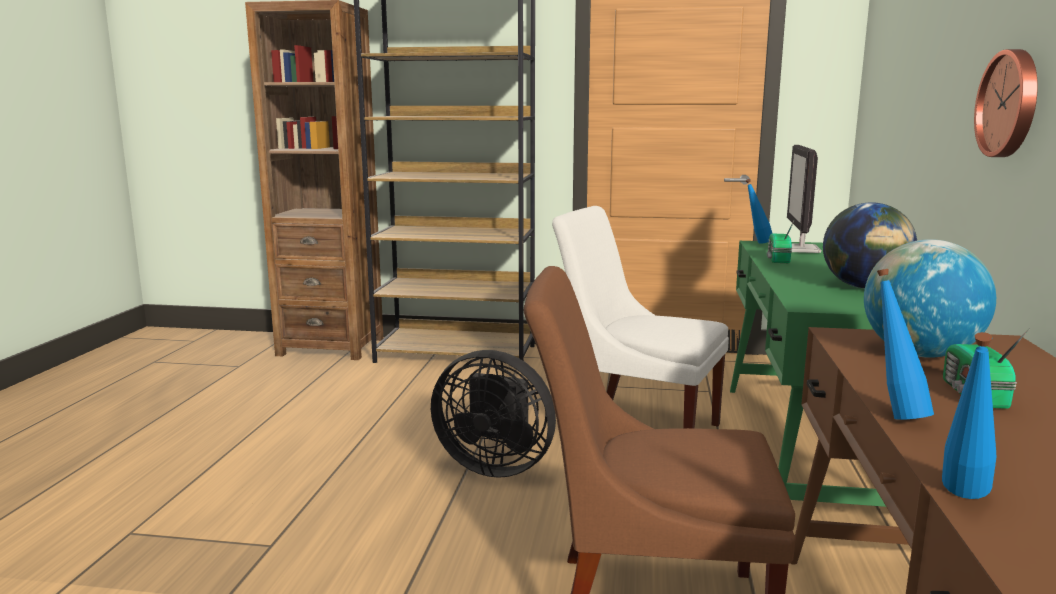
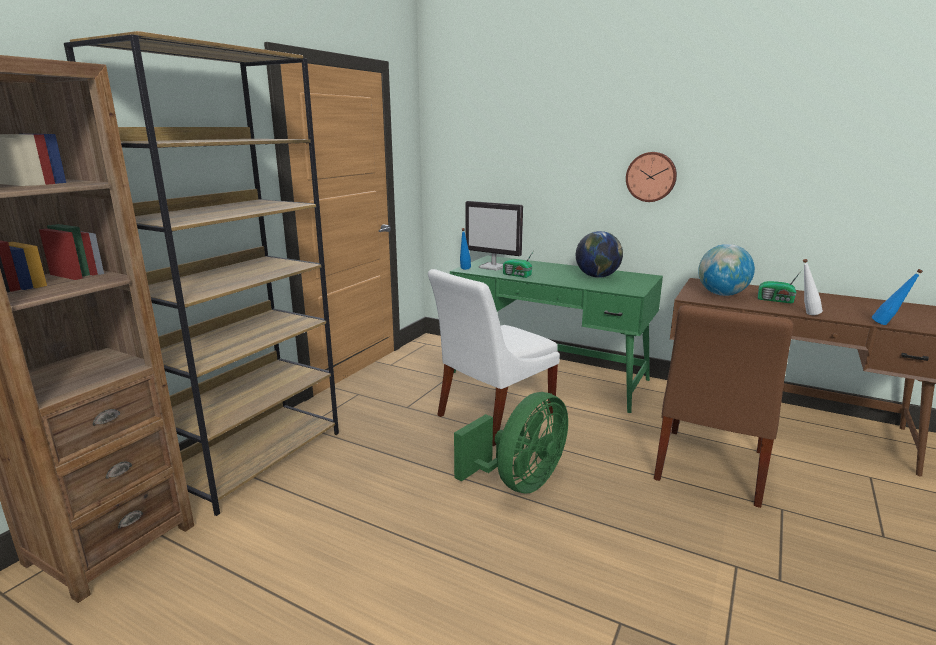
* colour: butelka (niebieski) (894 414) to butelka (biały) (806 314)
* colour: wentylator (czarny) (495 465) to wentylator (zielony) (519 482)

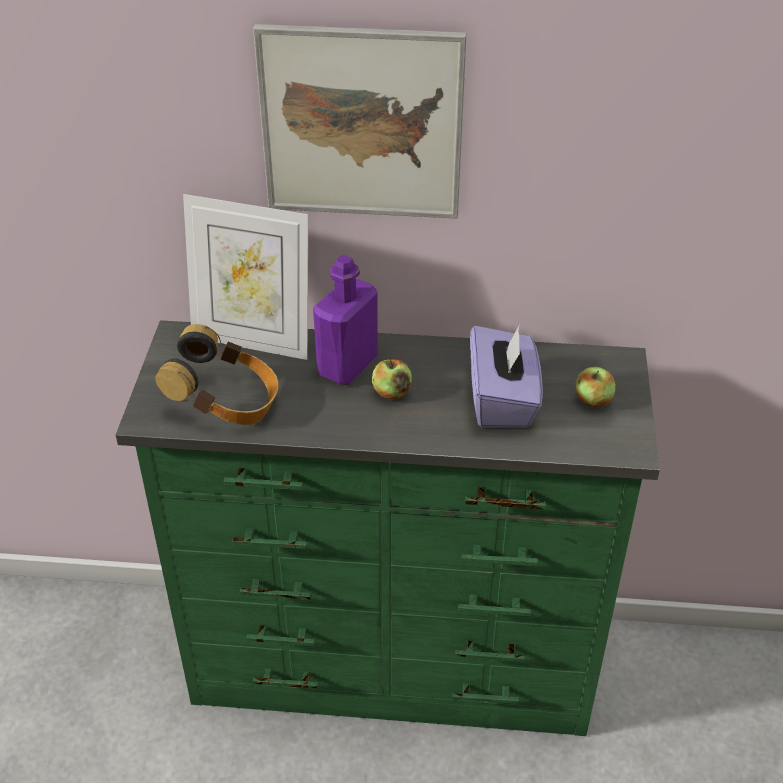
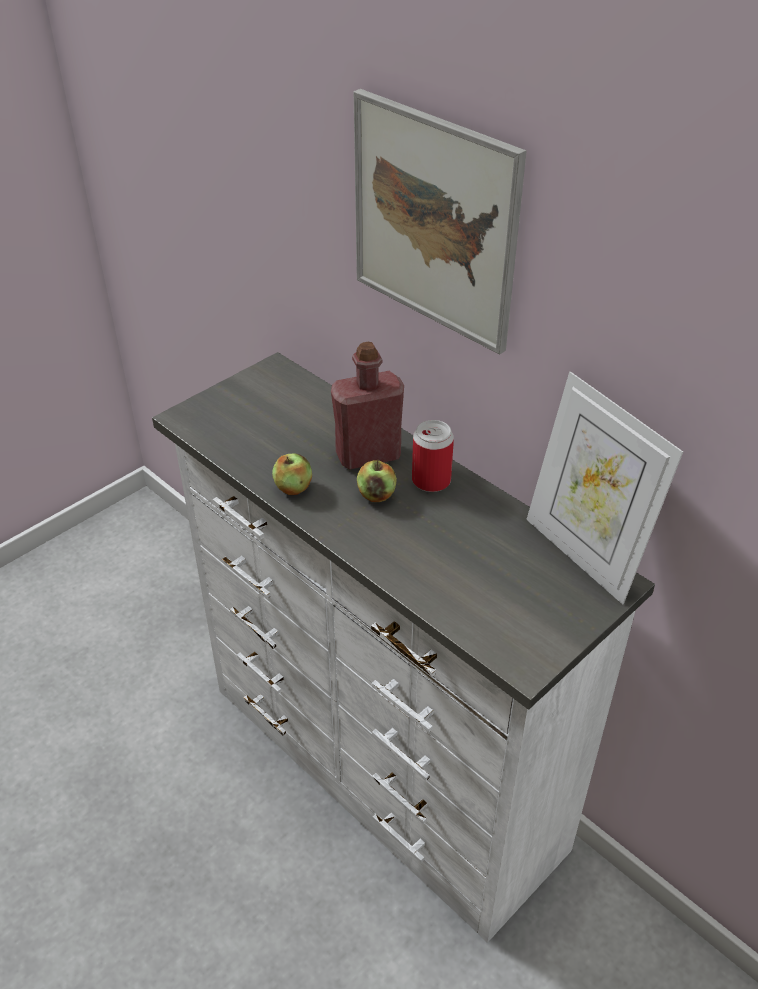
* relocated: ramka na zdjęcie (253 340) to (583 554)
* colour: butelka (fioletowy) (347 365) to butelka (czerwony) (368 455)
* colour: komoda (zielony) (394 671) to komoda (biały) (381 771)
* missing: słuchawki (226 404)
* missing: pudełko chusteczek (fioletowy) (502 400)
* relocated: jabłko (593 400) to (293 487)
* appeared: puszka (431 480)

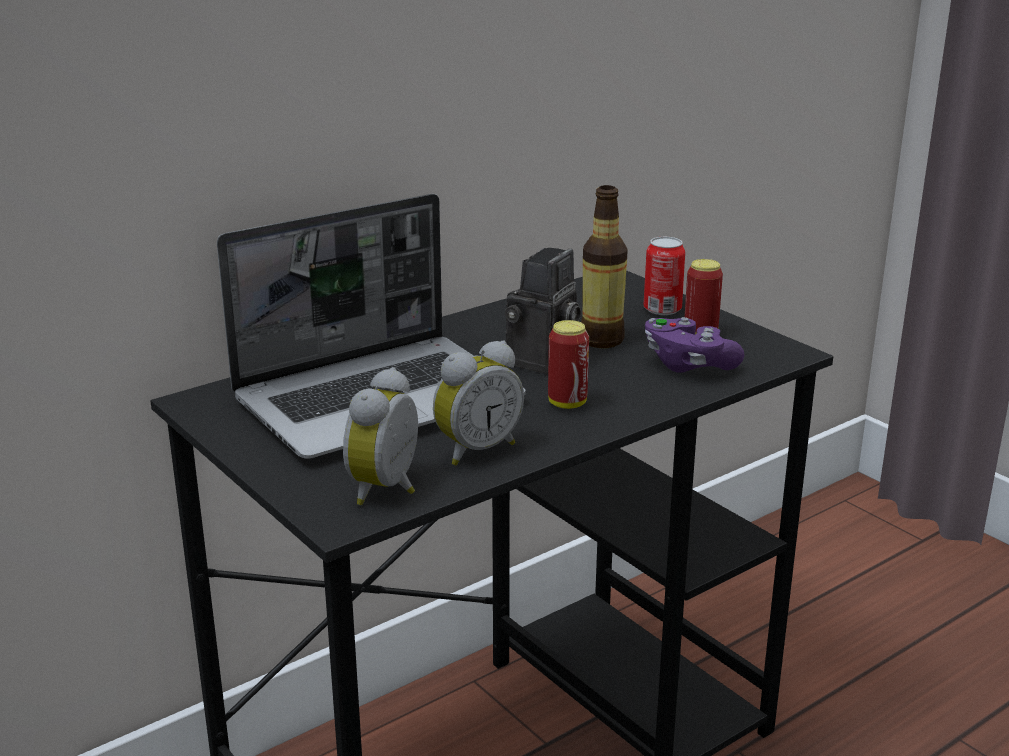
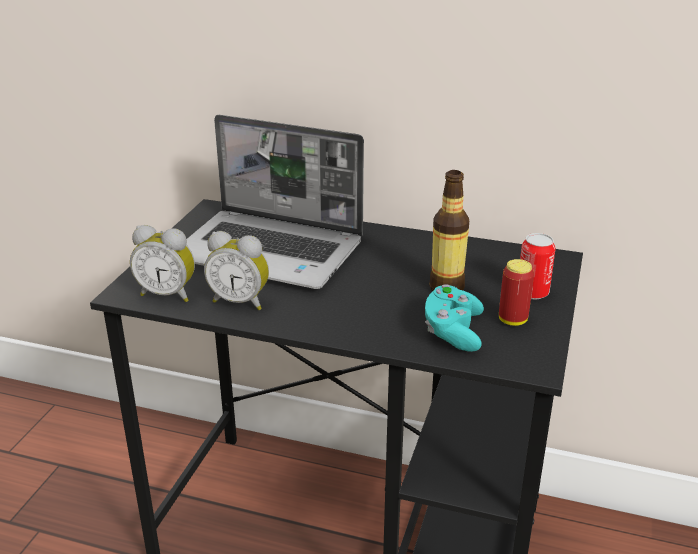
* missing: aparat fotograficzny (543 362)
* colour: pad do gier (fioletowy) (688 365) to pad do gier (turkusowy) (453 332)
* missing: puszka (567 403)
* spun: budzik (389 489) = (168 294) 150 degrees counterclockwise

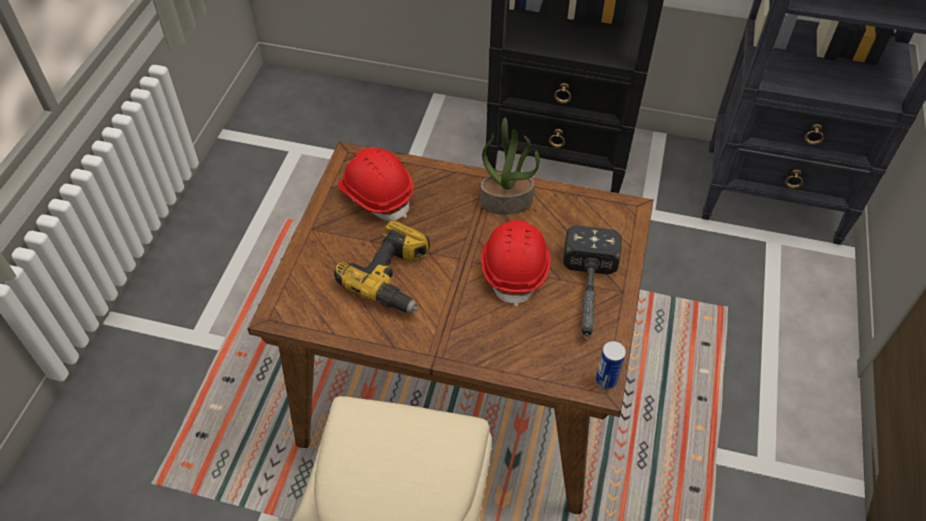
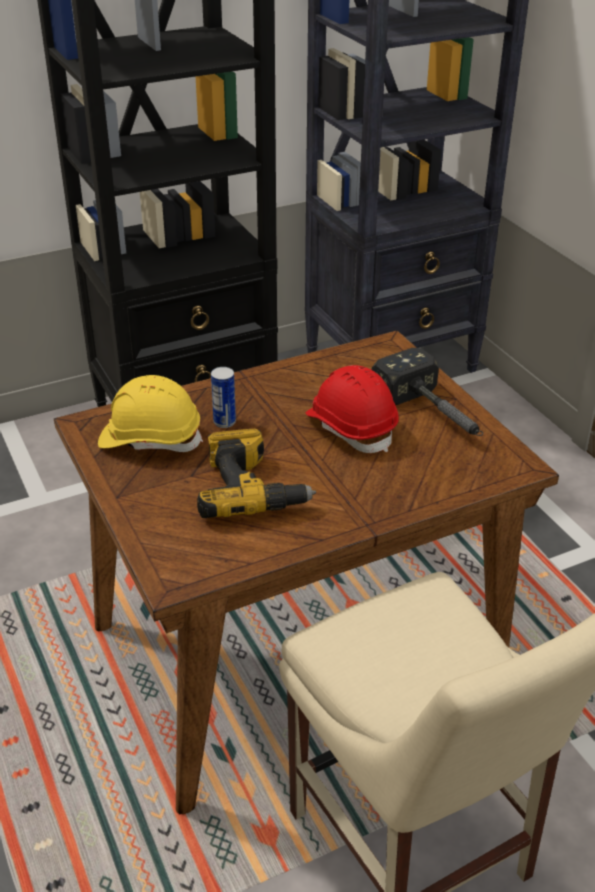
* missing: roślina doniczkowa (506 201)
* colour: kask (czerwony) (376 195) to kask (żółty) (150 439)
* relocated: puszka (605 381) to (224 422)

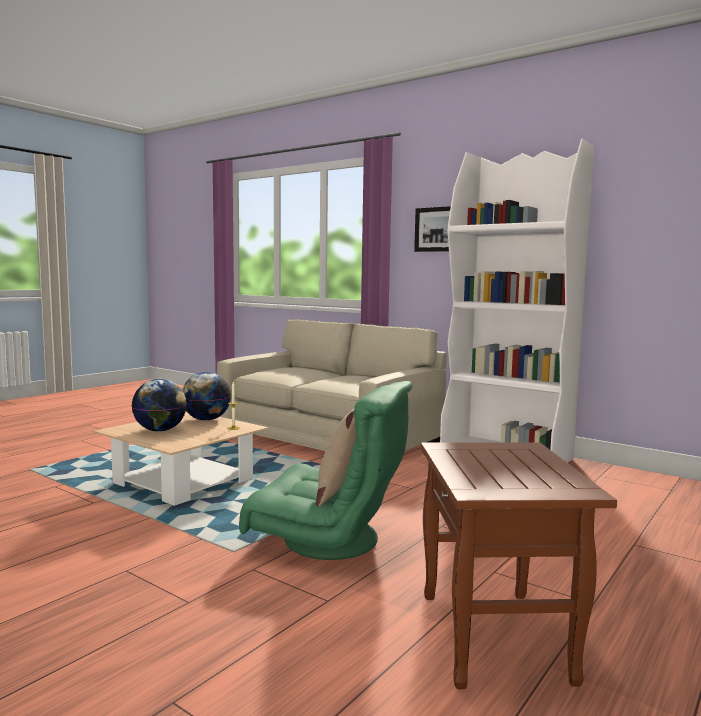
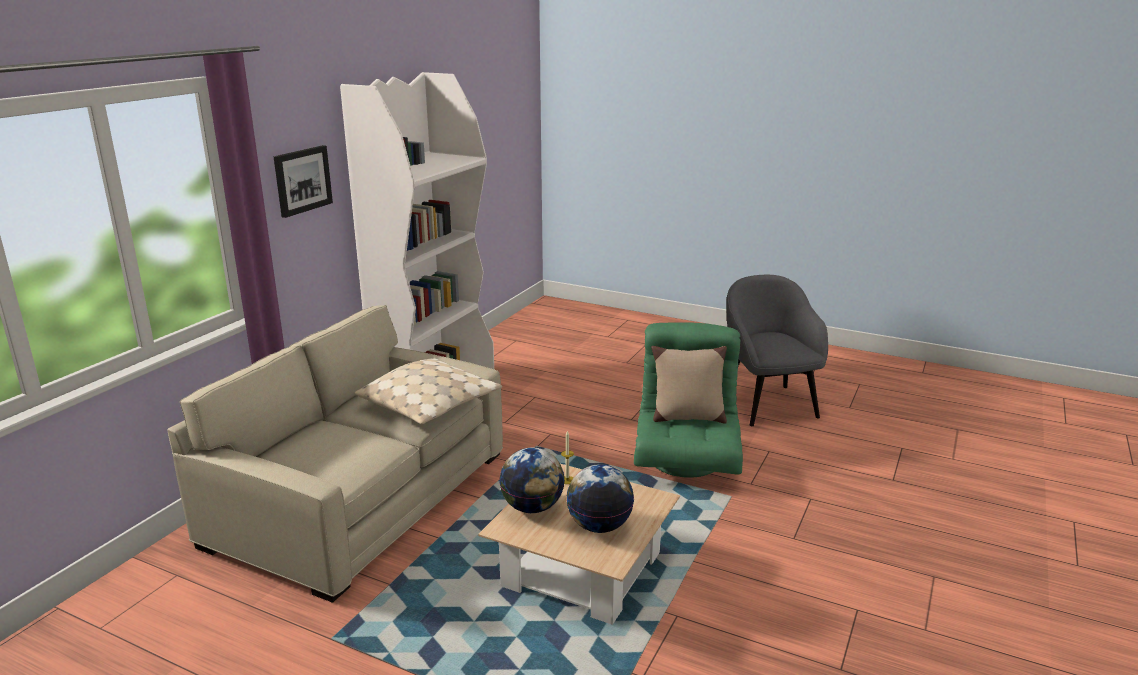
* exchanged: stolik (brązowy) (497 639) to fotel (szary) (768 404)
* appeared: poduszka (beżowy) (431 405)

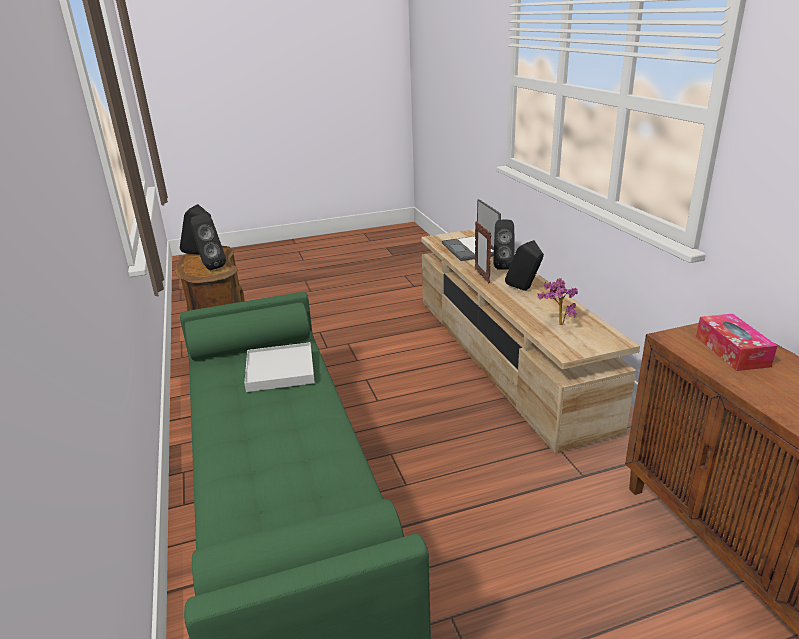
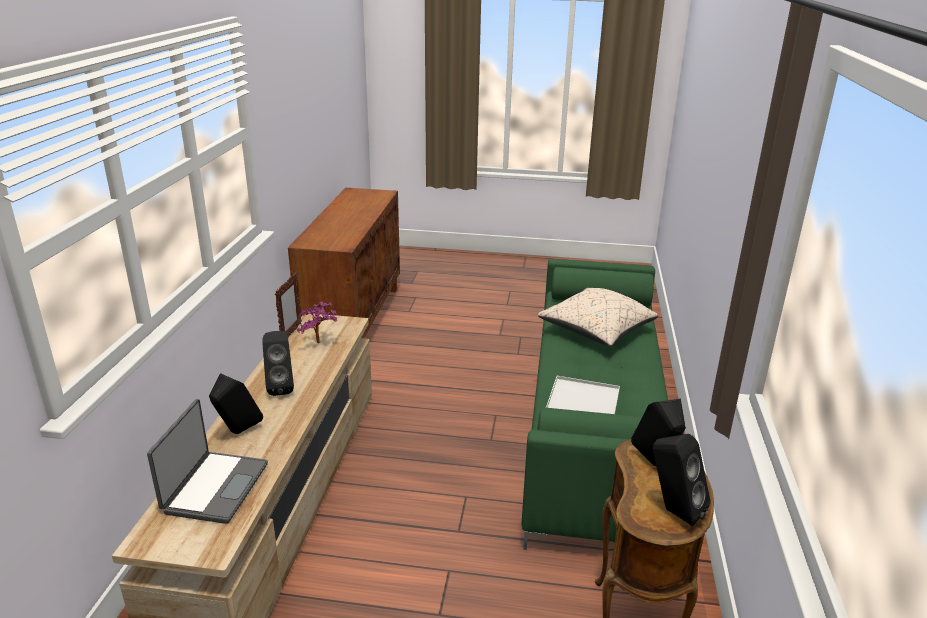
* relocated: ramka na zdjęcie (482 276) to (291 333)
* missing: pudełko chusteczek (732 351)
* appeared: poduszka (beżowy) (596 331)

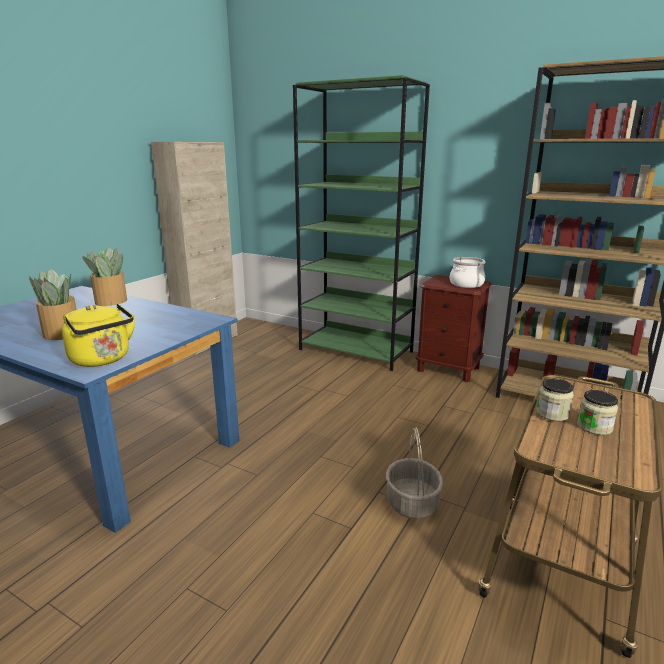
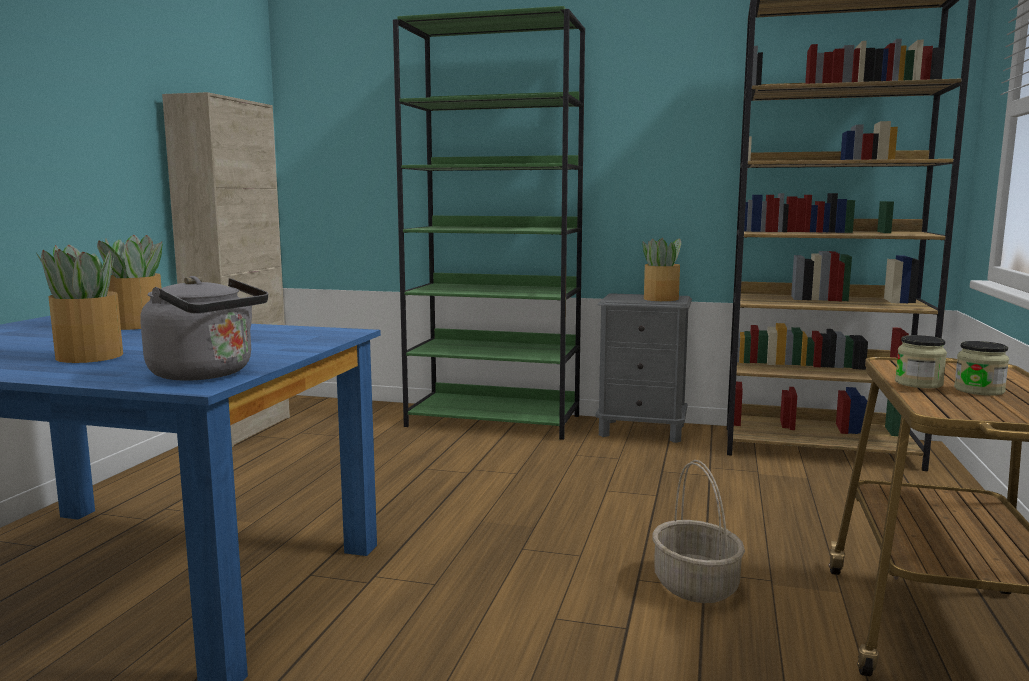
* exchanged: garnek (466 284) to roślina doniczkowa (662 298)
* colour: szafka nocna (brązowy) (448 369) to szafka nocna (szary) (642 431)
* colour: czajnik (żółty) (103 360) to czajnik (szary) (207 374)

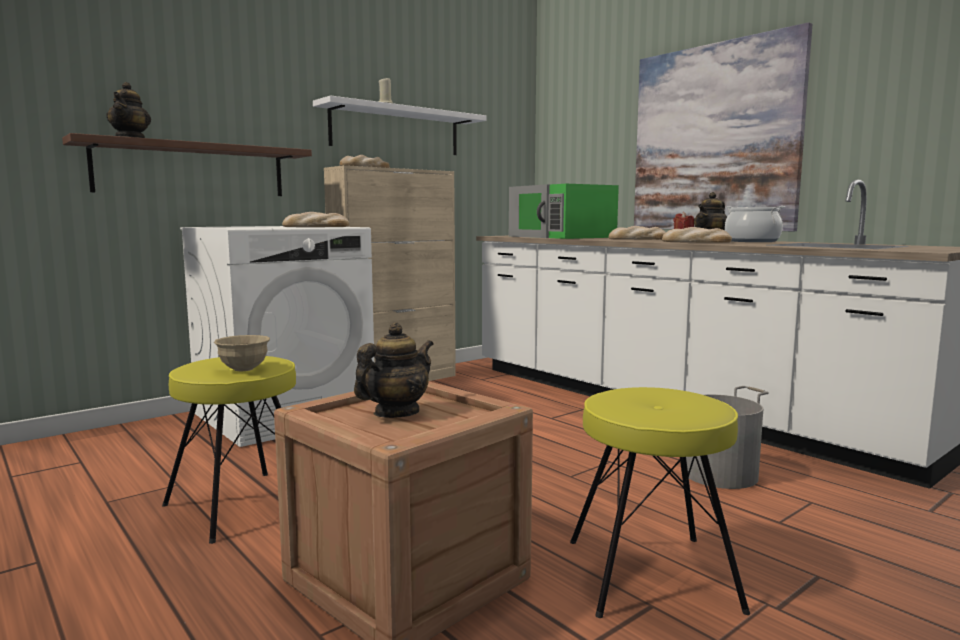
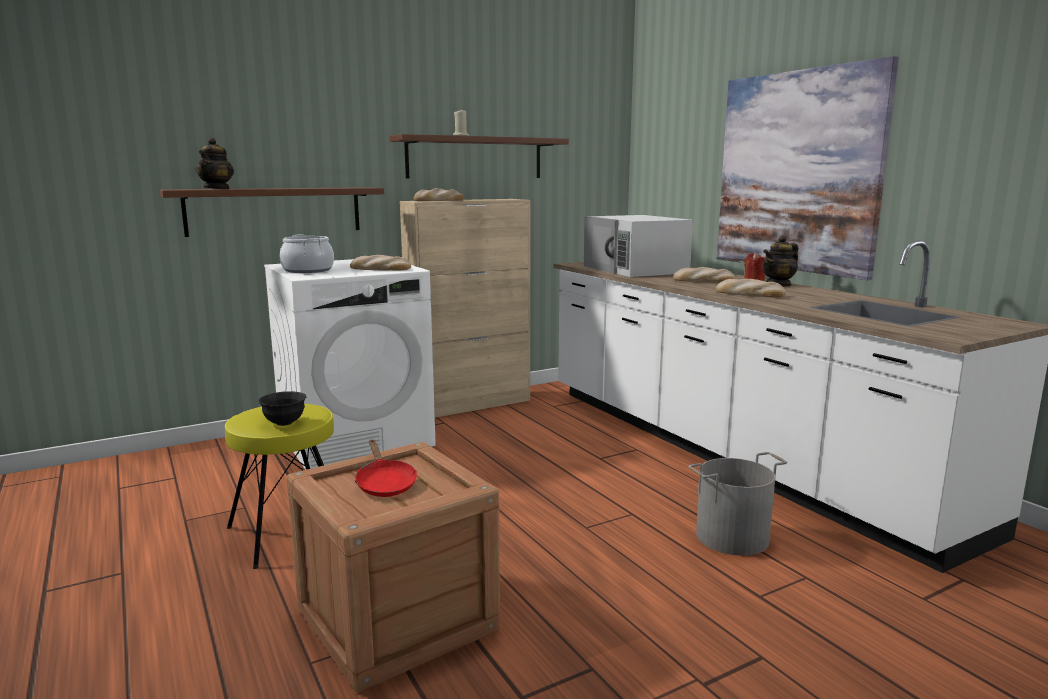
* colour: półka (biały) (396 130) to półka (brązowy) (475 158)
* colour: mikrofalówka (zielony) (562 237) to mikrofalówka (biały) (635 269)
* relocated: garnek (752 241) to (307 270)
* exchanged: imbryk (396 413) to patelnia (czerwony) (384 484)
* colour: miska (beżowy) (244 369) to miska (czarny) (284 423)
* missing: stołek (żółty) (652 574)

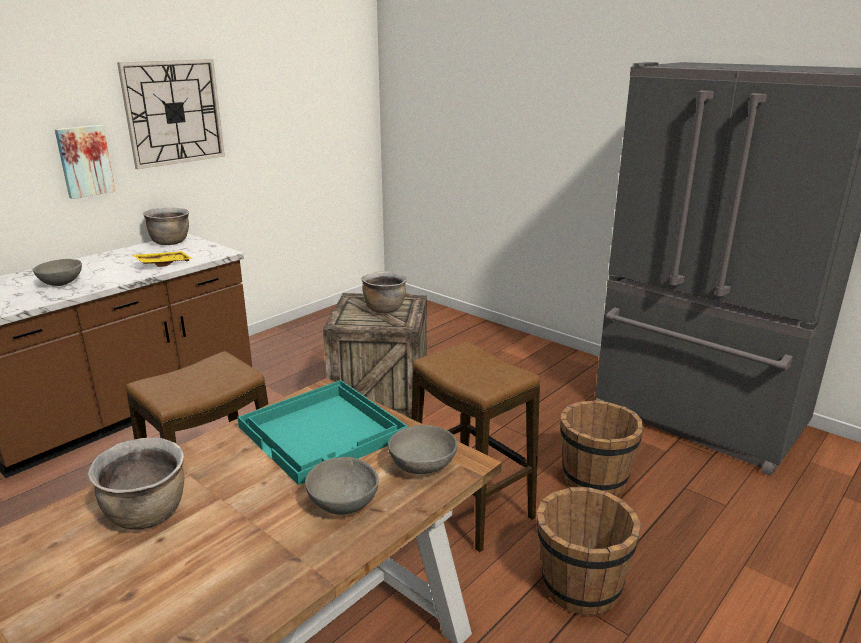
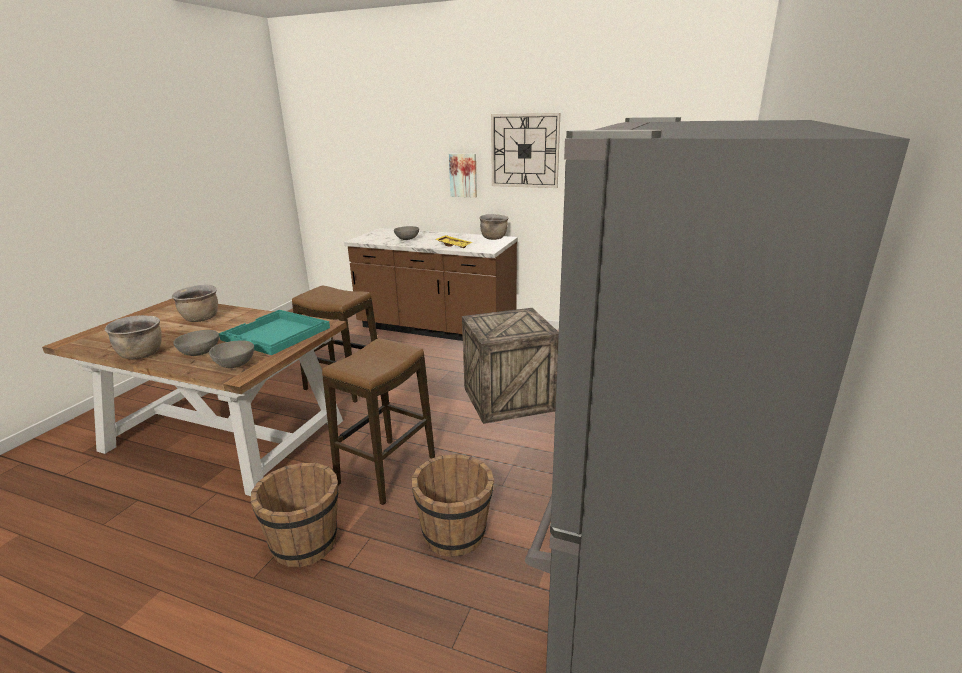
* relocated: garnek (brązowy) (384 309) to (142 355)

